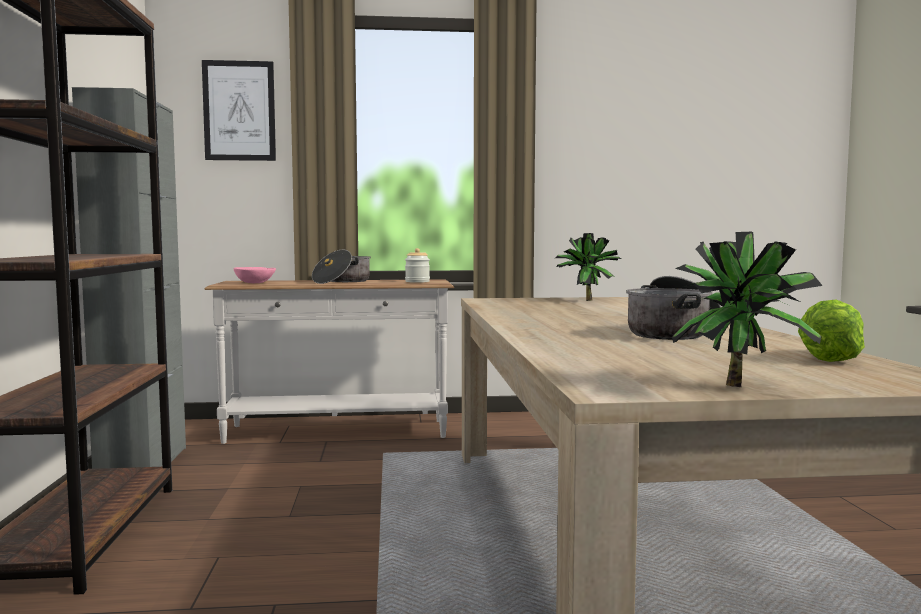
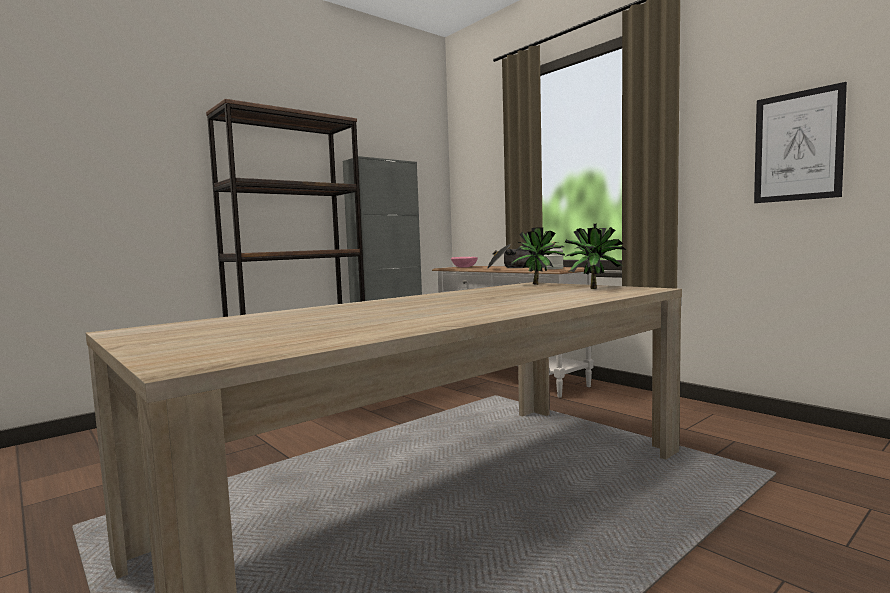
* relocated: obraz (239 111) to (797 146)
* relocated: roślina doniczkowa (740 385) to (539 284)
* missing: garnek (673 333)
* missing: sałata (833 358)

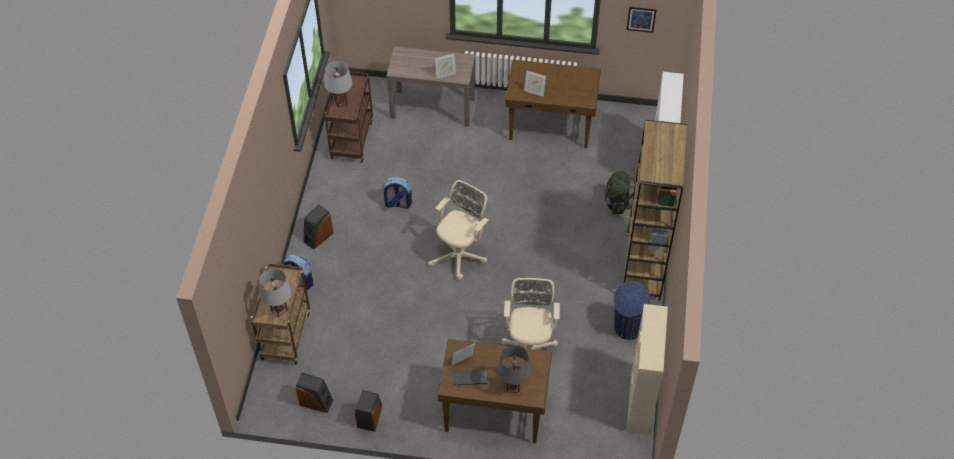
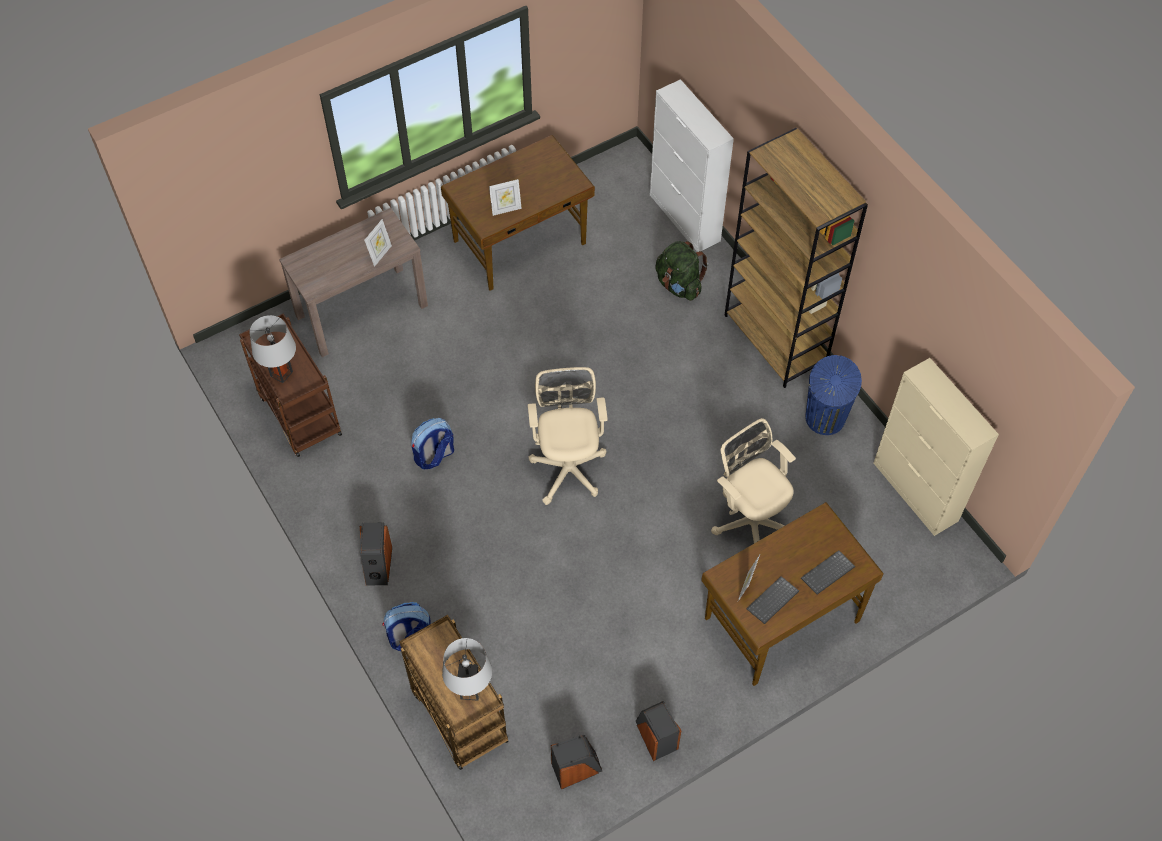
* missing: obraz (641 19)
* exchanged: lampa stołowa (szary) (513 387) to klawiatura (827 574)

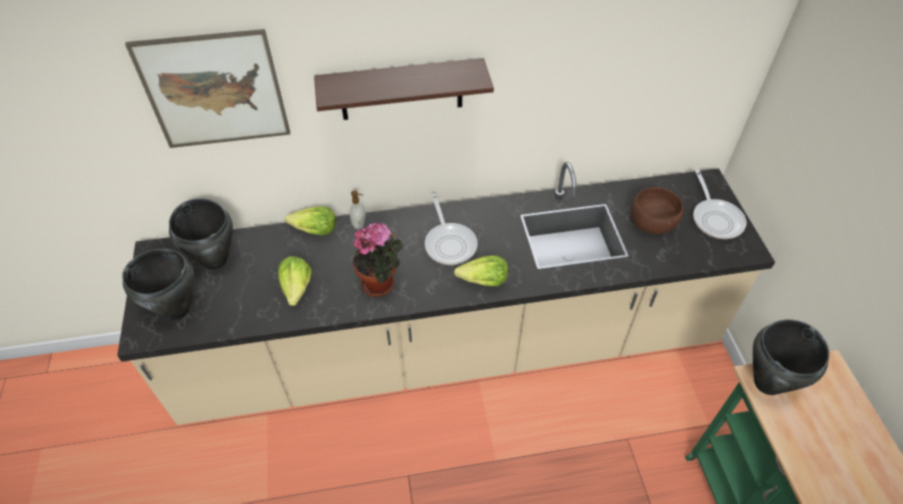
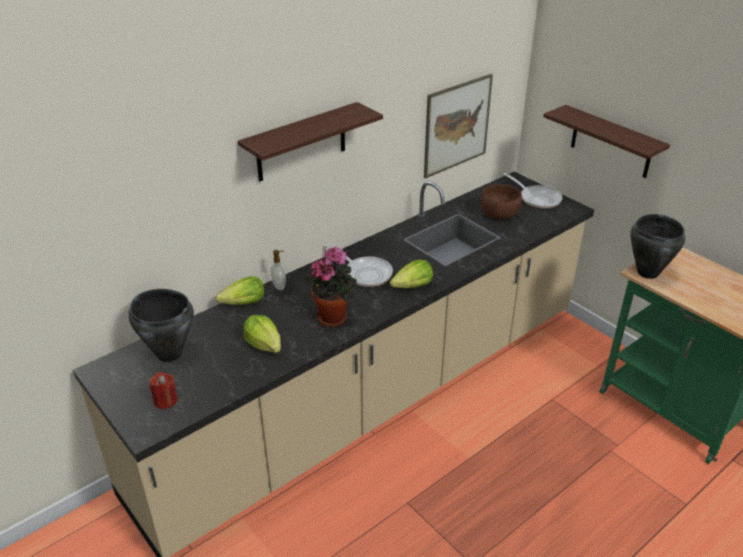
* relocated: obraz (214 90) to (457 125)
* exchanged: garnek (czarny) (177 310) to świeca (czerwony) (165 400)
* appeared: półka (611 142)

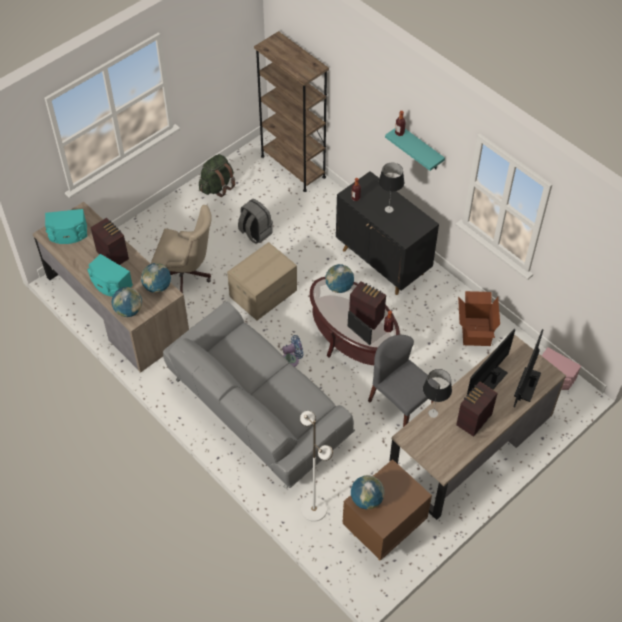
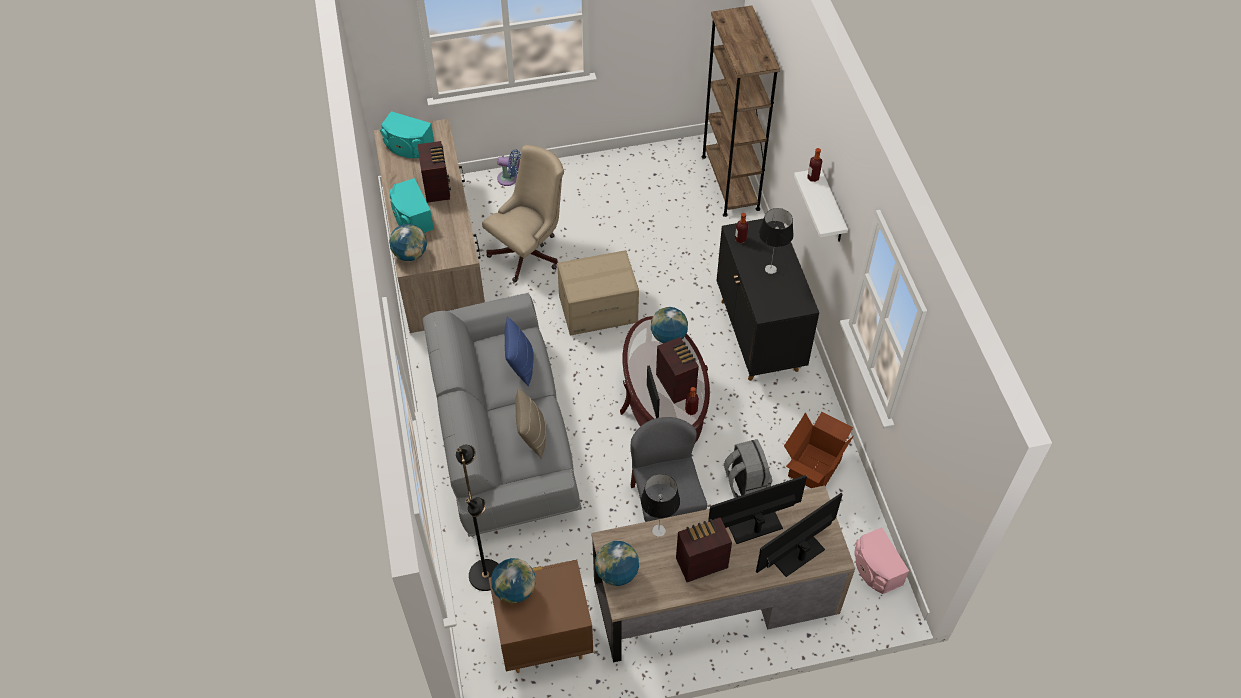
* colour: półka (turkusowy) (421 149) to półka (biały) (832 208)
* missing: plecak (zielony) (217 187)
* relocated: plecak (szary) (255 233) to (745 482)
* spun: krzesło biurowe (beżowy) (186 276) = (529 252) 90 degrees counterclockwise
* relocated: globus (157 287) to (617 573)
* relocated: wentylator (niebieski) (292 360) to (509 179)
* colour: lampa stojąca (biały) (314 508) to lampa stojąca (czarny) (486 575)
* appeared: poduszka (niebieski) (520 365)
* appeared: poduszka (beżowy) (532 435)

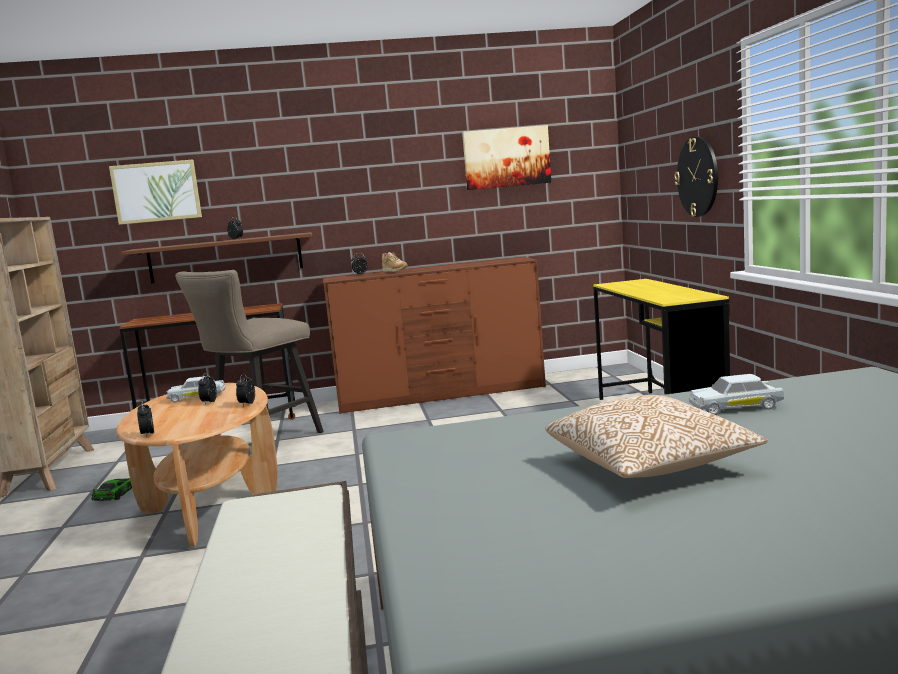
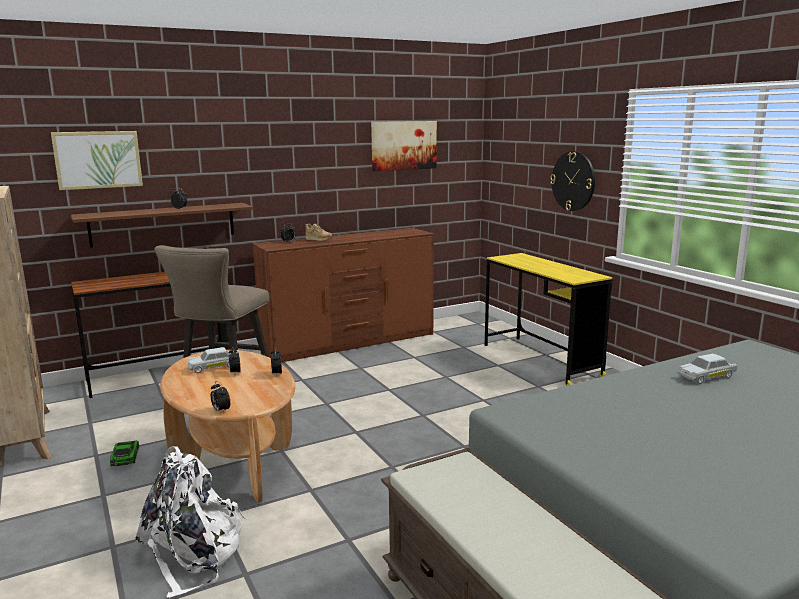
* missing: poduszka (649 465)
* appeared: plecak (biały) (193 552)

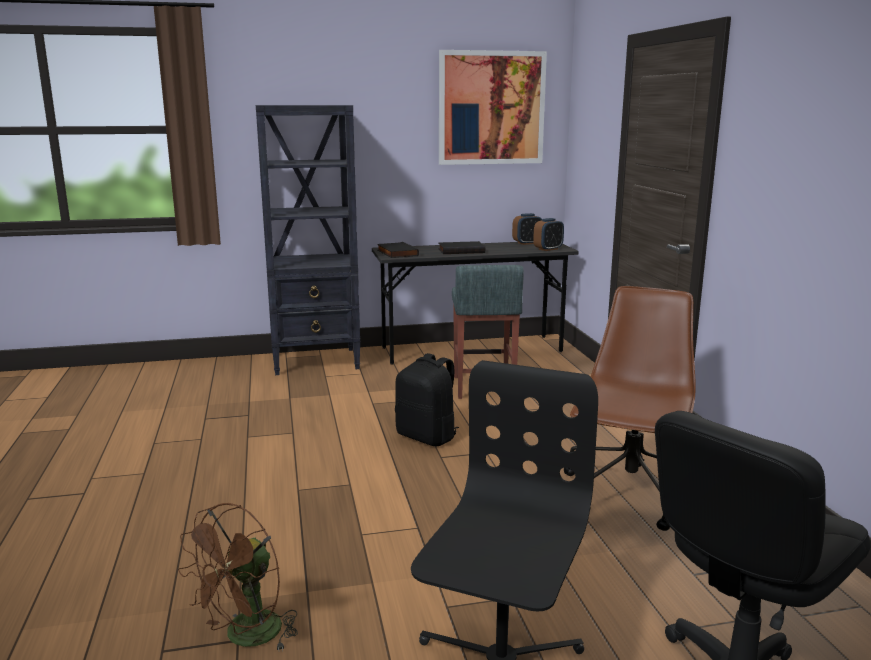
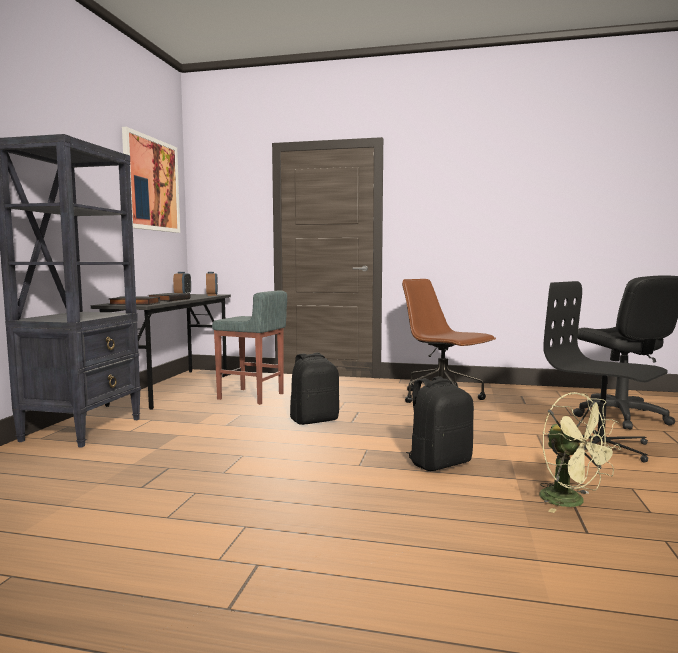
* colour: wentylator (brązowy) (246 638) to wentylator (zielony) (571 502)
* appeared: plecak (czarny) (439 463)

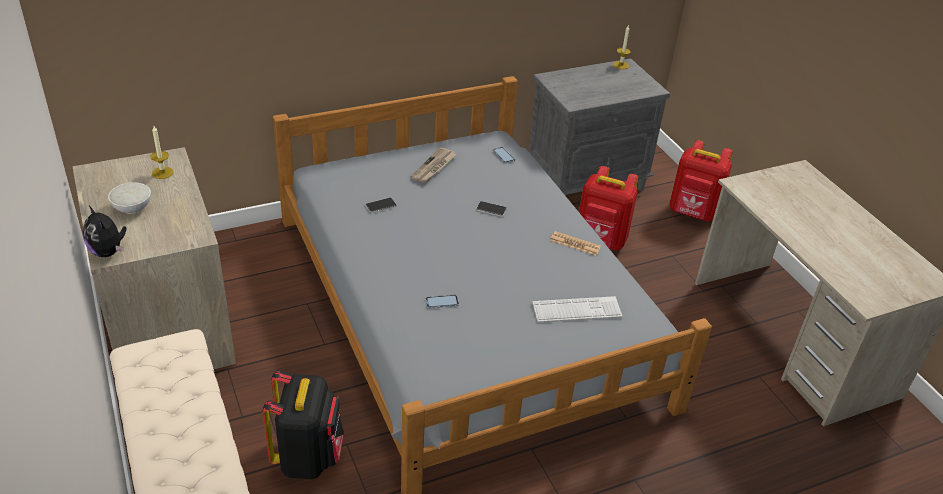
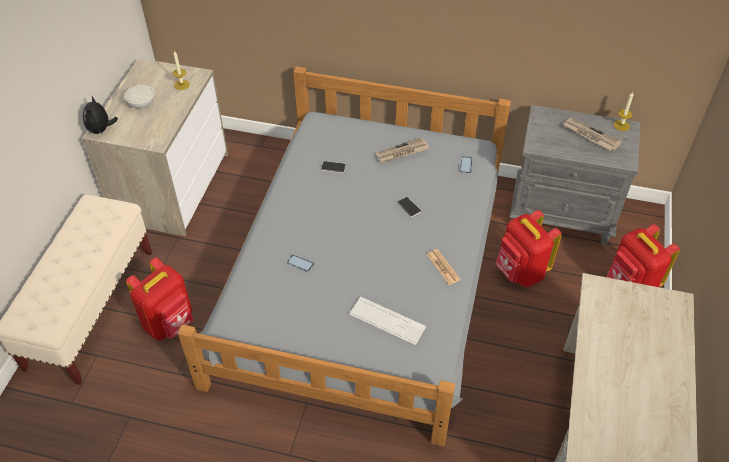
* colour: plecak (czarny) (308 457) to plecak (czerwony) (170 323)
* appeared: gazeta (590 136)

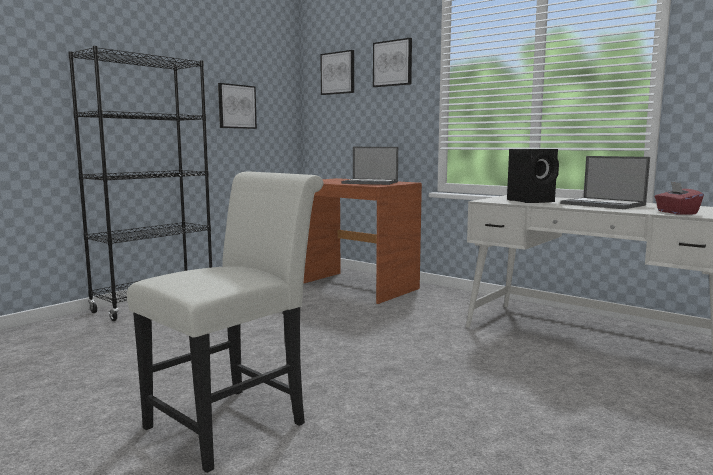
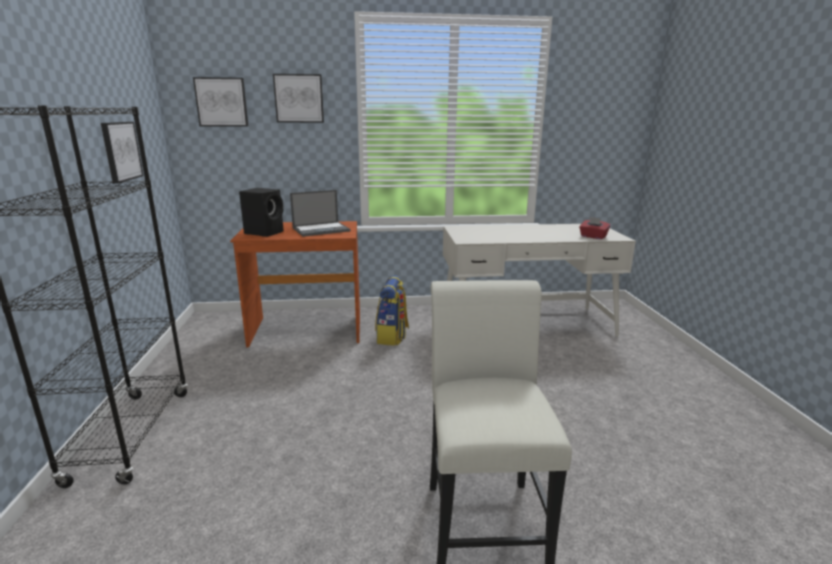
* relocated: głośnik (czarny) (532 201) to (265 232)
* missing: laptop (603 204)
* appeared: plecak (392 337)

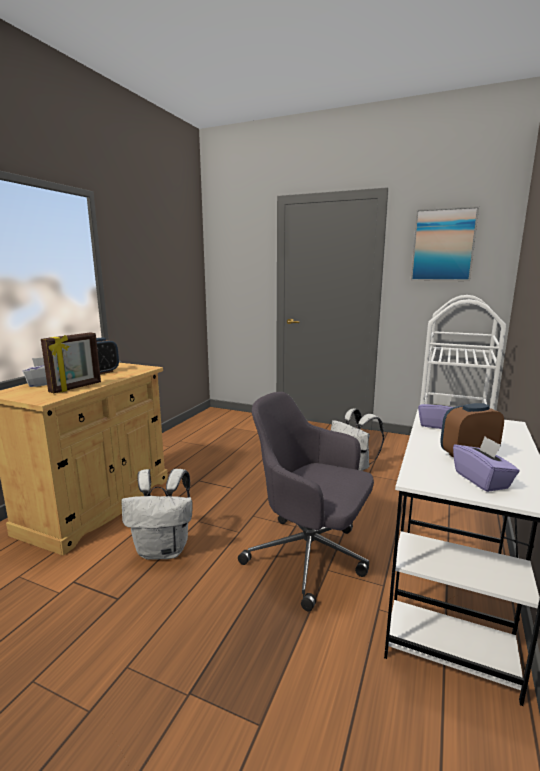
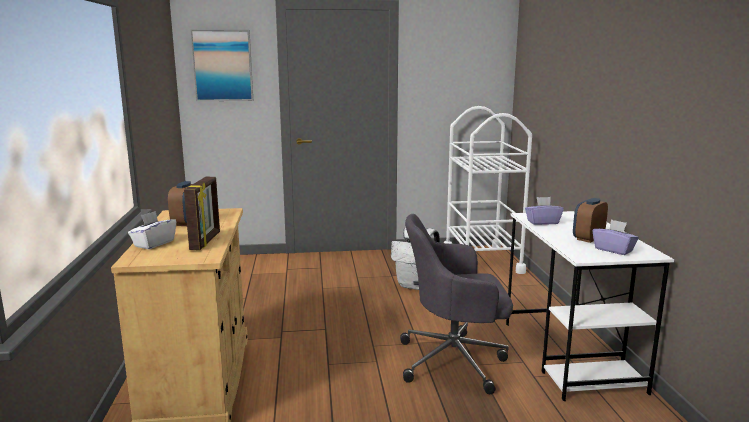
* relocated: obraz (443 245) to (223 65)
* missing: plecak (biały) (164 550)

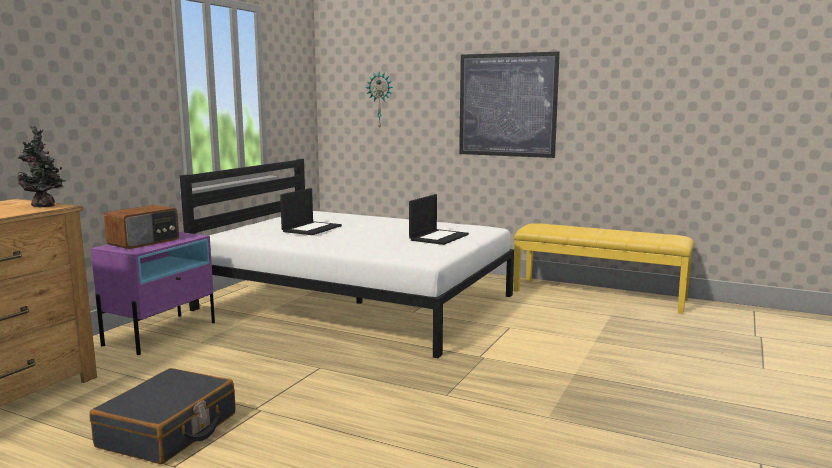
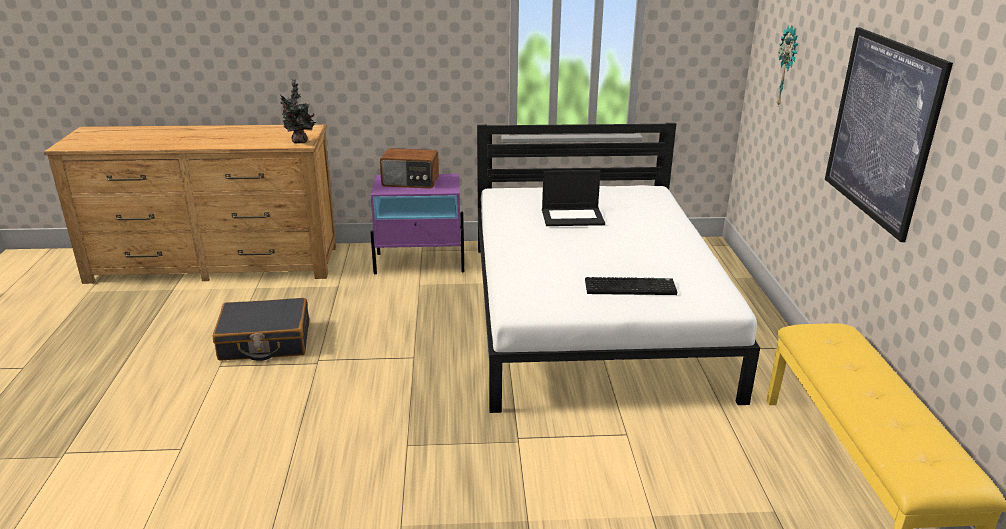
* exchanged: laptop (439 237) to klawiatura (631 287)

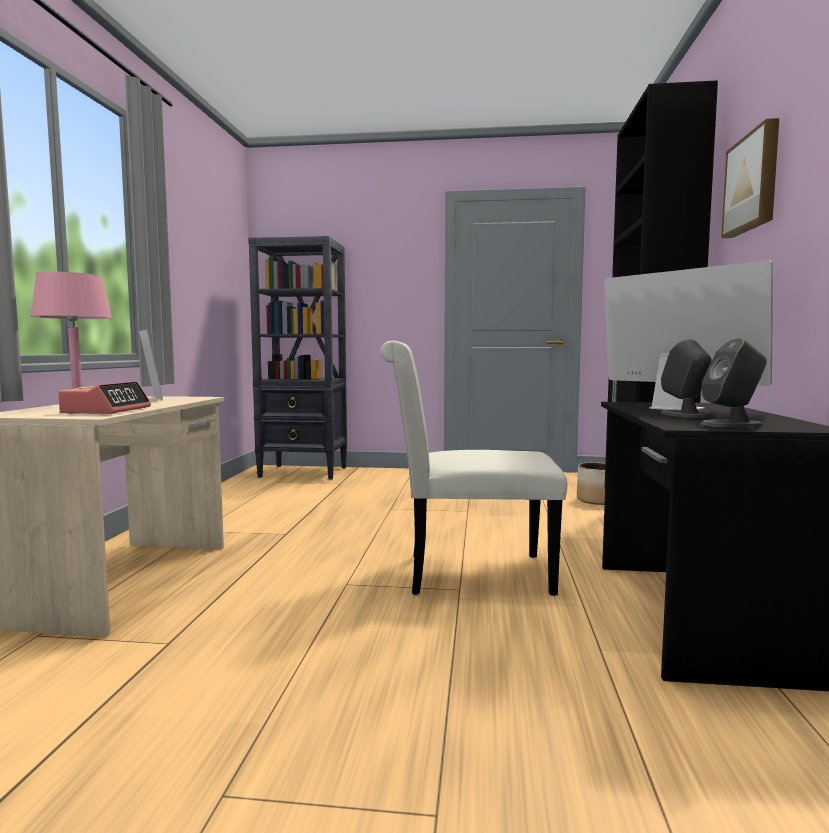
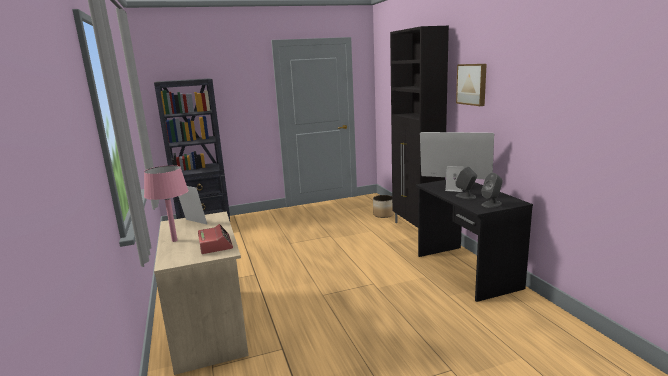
* missing: krzesło (biały) (466 574)

